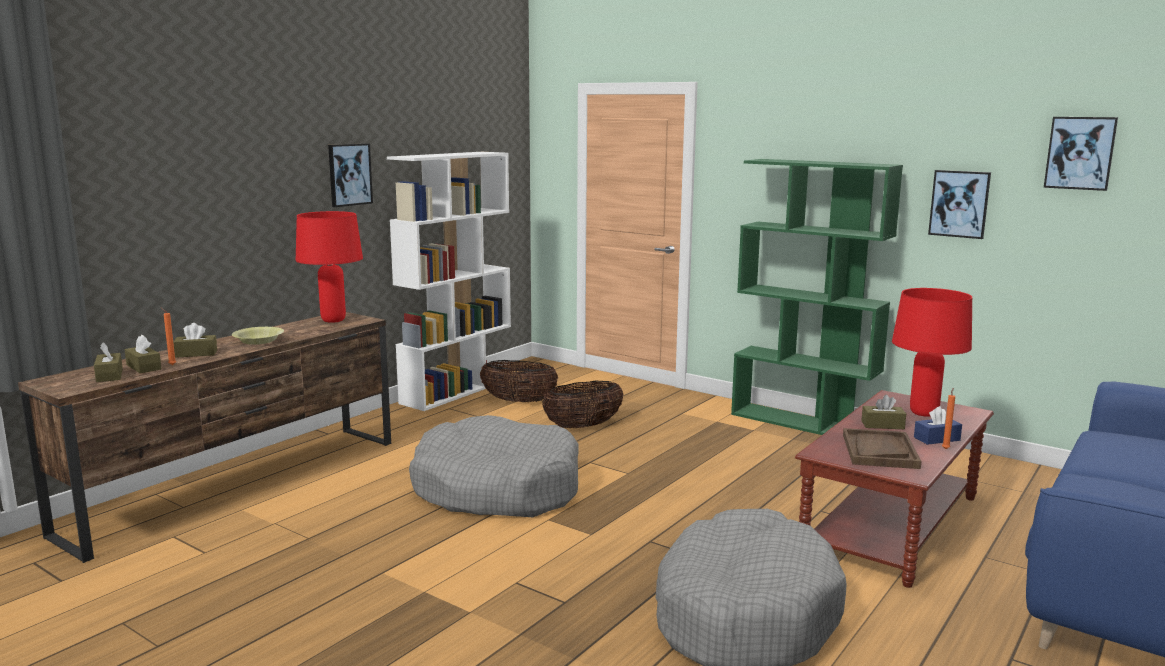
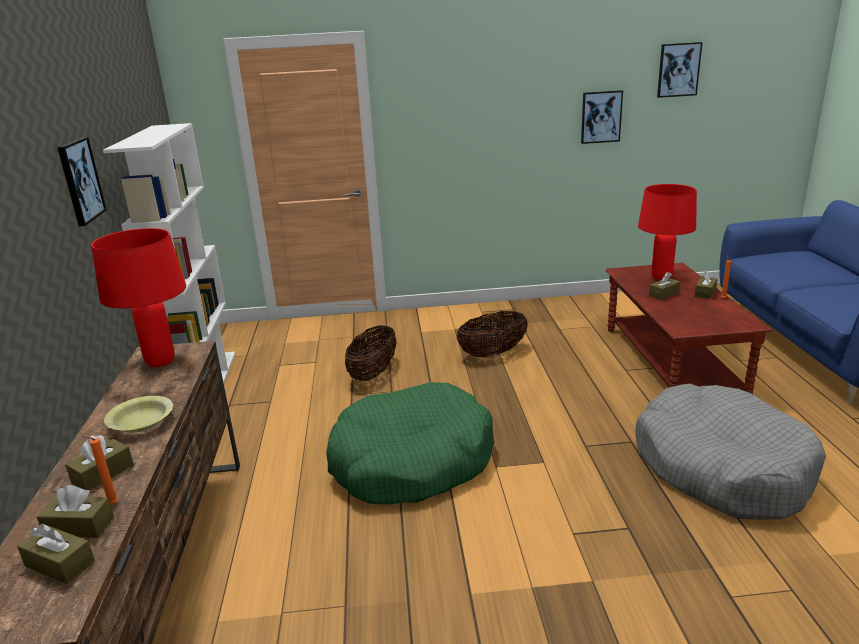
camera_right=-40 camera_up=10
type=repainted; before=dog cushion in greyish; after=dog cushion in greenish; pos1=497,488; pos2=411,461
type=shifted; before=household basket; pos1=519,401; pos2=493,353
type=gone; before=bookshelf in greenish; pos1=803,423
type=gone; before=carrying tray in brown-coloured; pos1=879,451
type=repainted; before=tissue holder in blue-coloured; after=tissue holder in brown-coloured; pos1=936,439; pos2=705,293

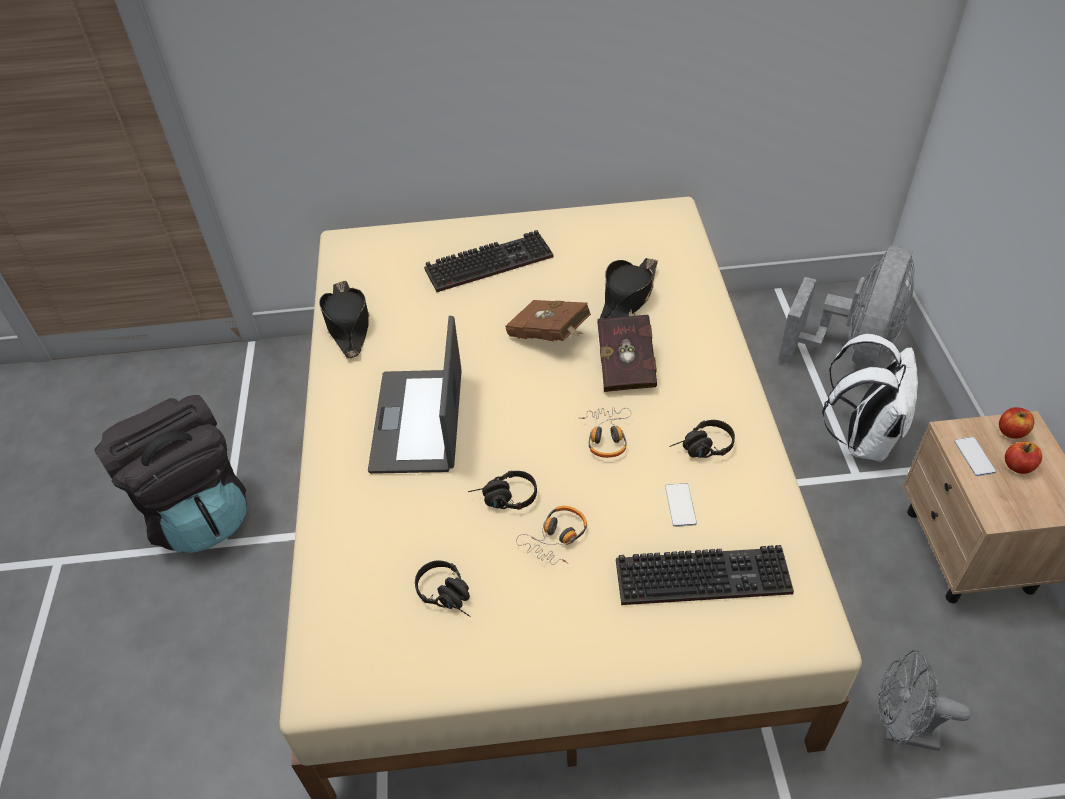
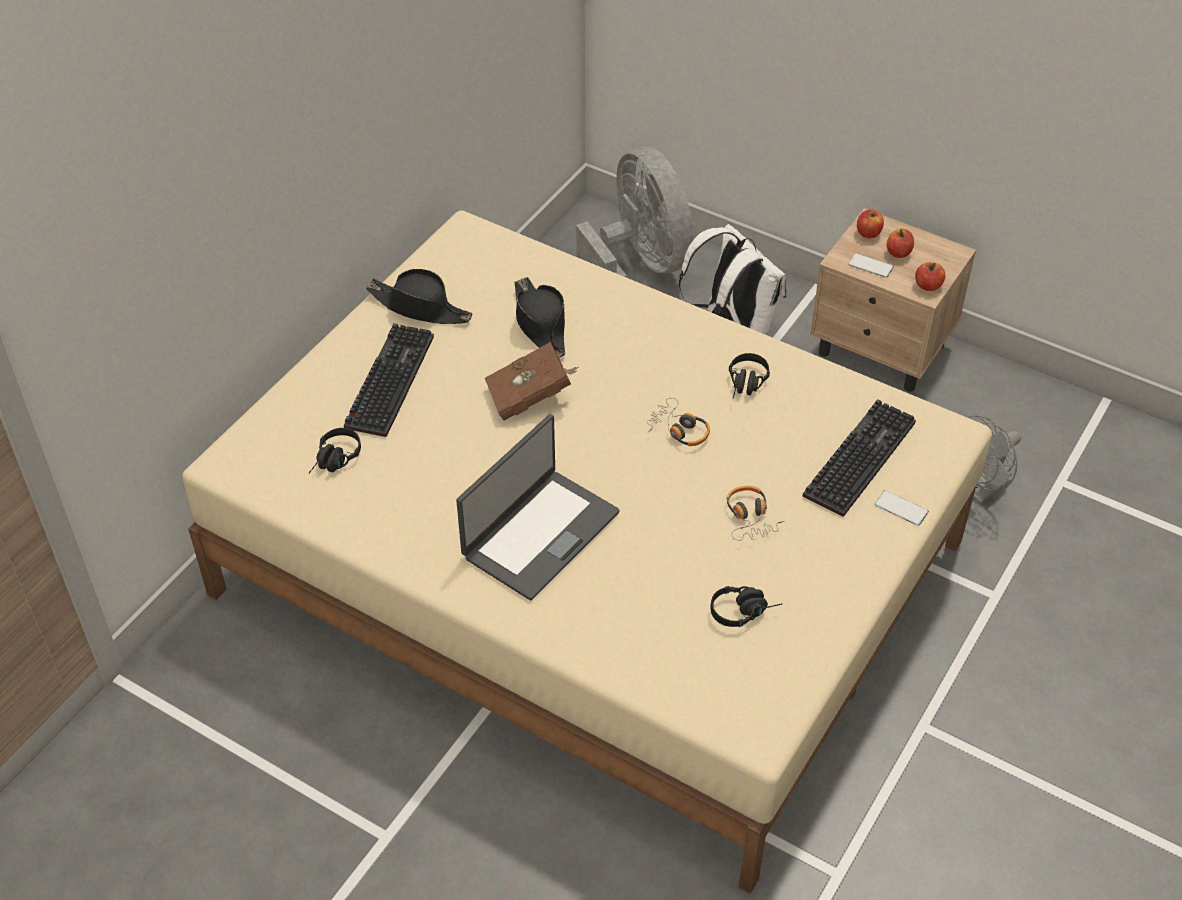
camera_right=-55 camera_up=0
type=gone; before=backpack in black; pos1=197,511
type=shifted; before=clothing hat in black; pos1=348,324; pos2=420,307
type=rotated; before=notebook computer; pos1=419,421; pos2=539,534; turn=-90
type=shifted; before=pair of headphones in black; pos1=504,499; pos2=335,461
type=gone; before=volume in red; pos1=626,365
type=shifted; before=telephone; pos1=680,505; pos2=901,508
type=new; after=apple; pos2=928,286

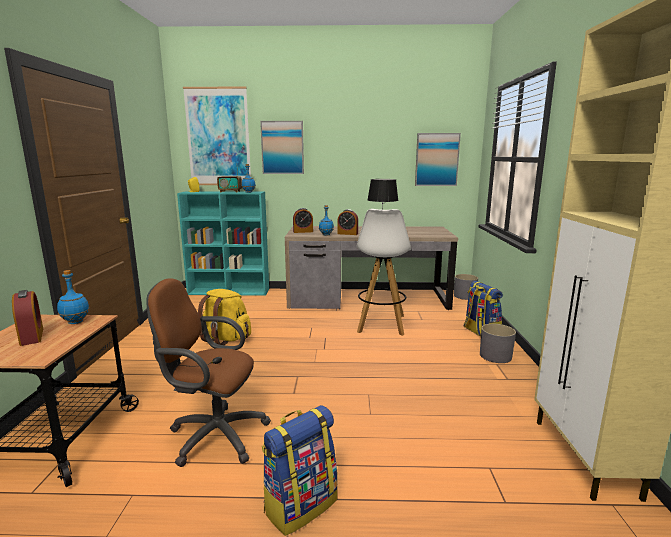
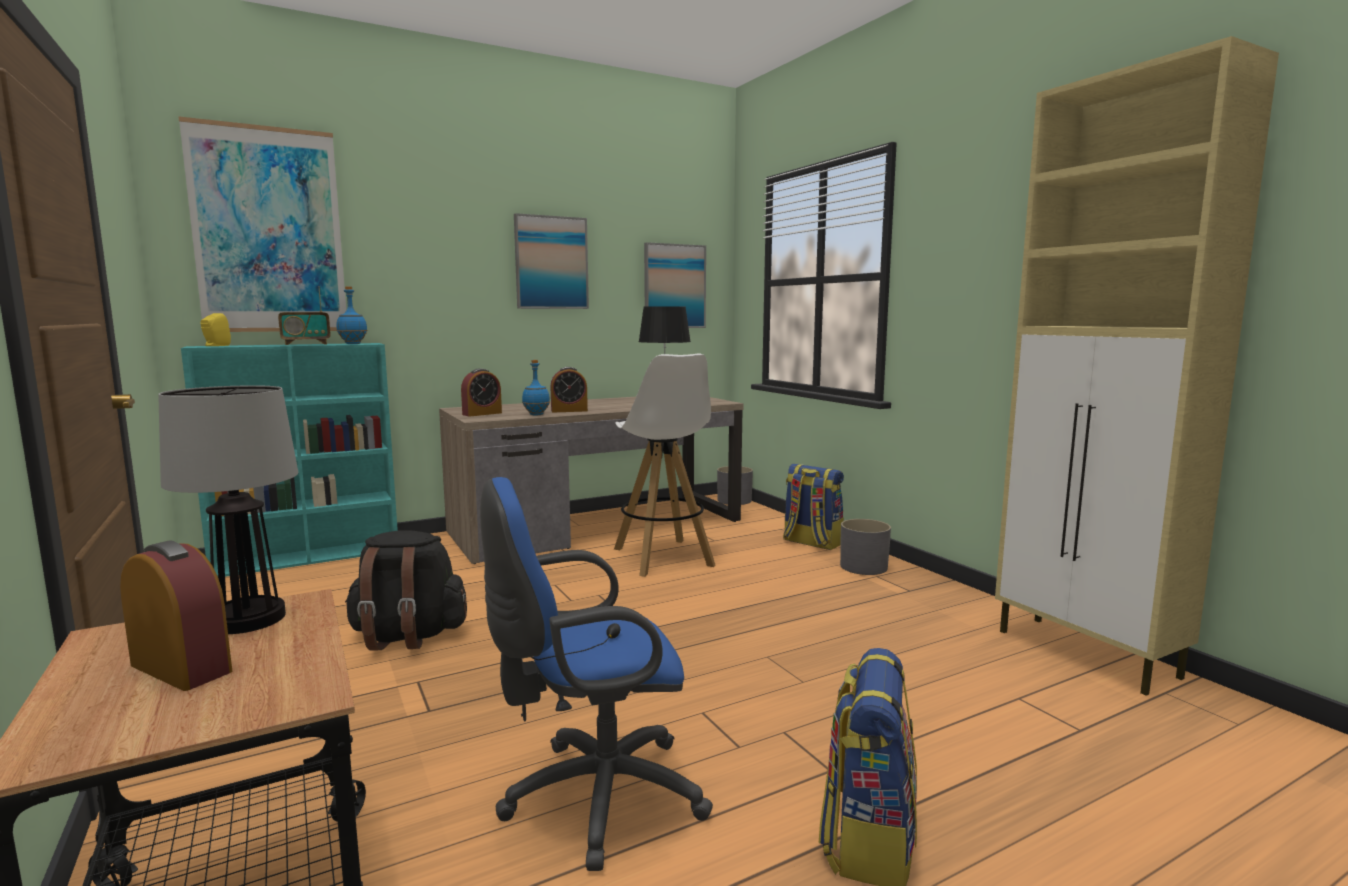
camera_right=-30 camera_up=-5
type=swapped; before=drink bottle in blue-coloured; after=table lamp; pos1=76,322; pos2=249,619
type=repainted; before=desk chair in brown-coloured; after=desk chair in blue-coloured; pos1=213,435; pos2=593,798
type=repainted; before=backpack in yellow-coloured; after=backpack in black; pos1=225,338; pos2=407,637
type=shifted; before=picture; pos1=282,147; pos2=551,263

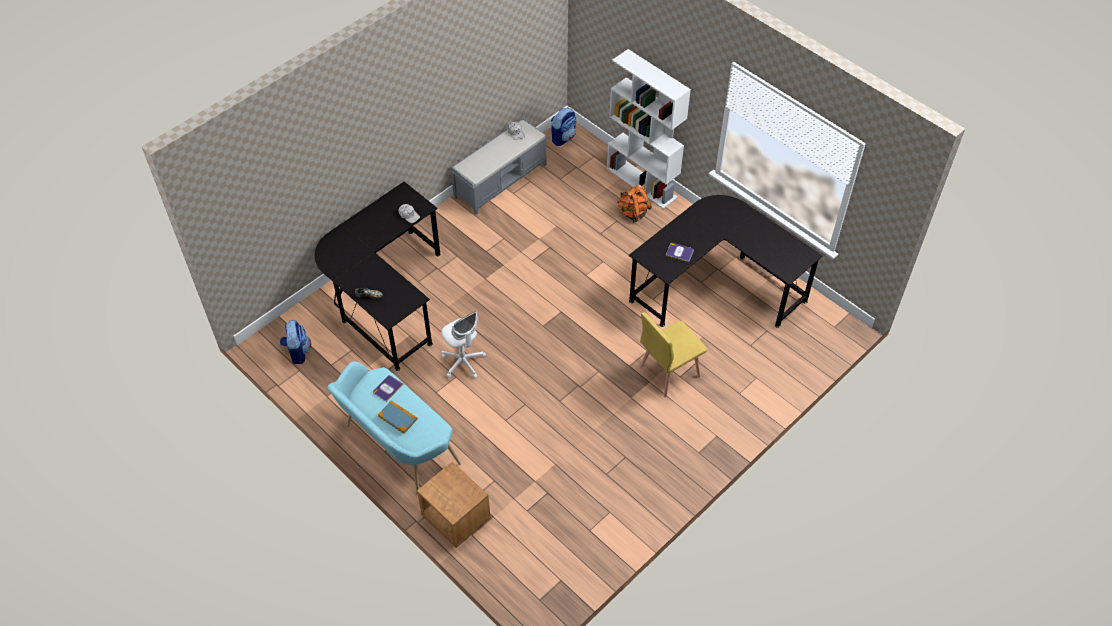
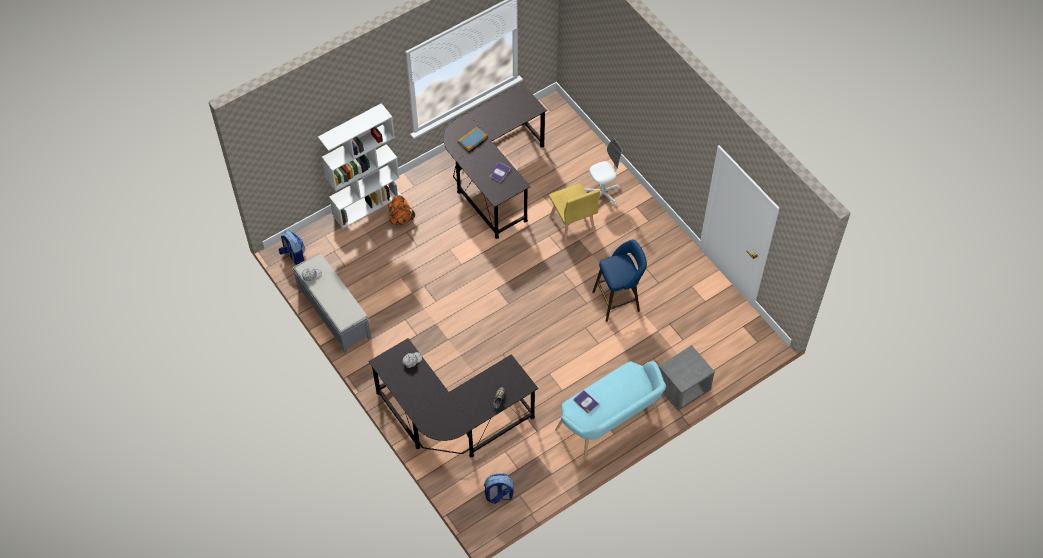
camera_right=-80 camera_up=5
type=shifted; before=volume; pos1=397,418; pos2=472,139
type=repainted; before=night table in brown-coloured; after=night table in greyish; pos1=455,517; pos2=682,388
type=shifted; before=desk chair in white; pos1=463,362; pos2=602,194
type=new; after=stool in blue-coloured; pos2=618,300

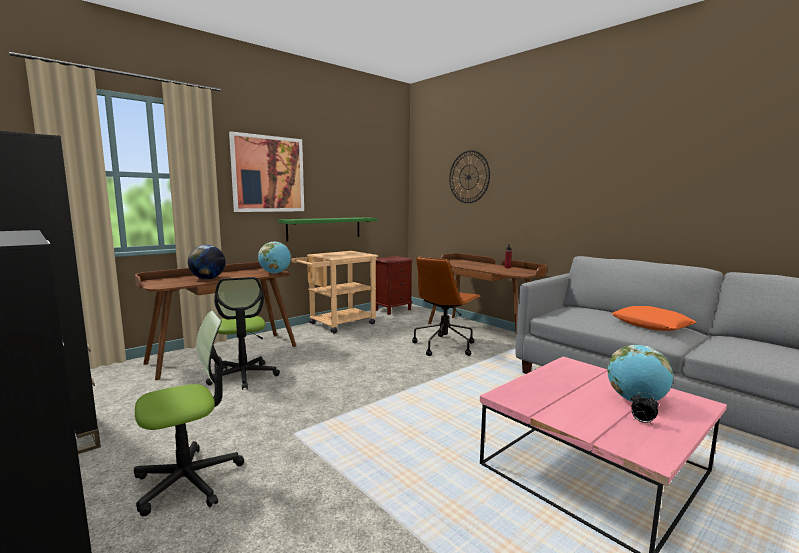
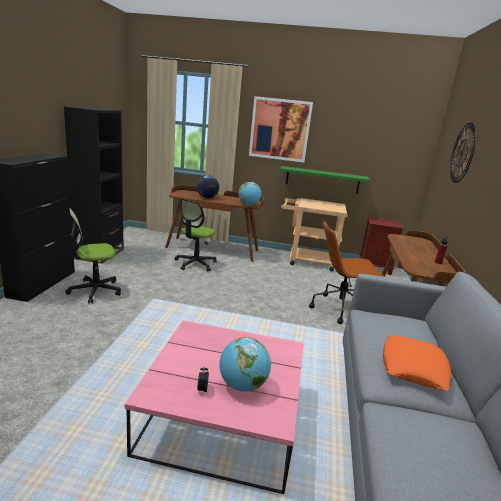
camera_right=50 camera_up=10
type=rotated; before=desk chair; pos1=188,480; pos2=95,290; turn=135

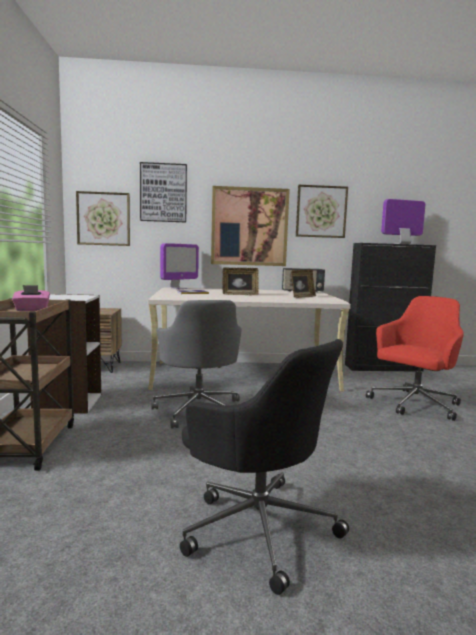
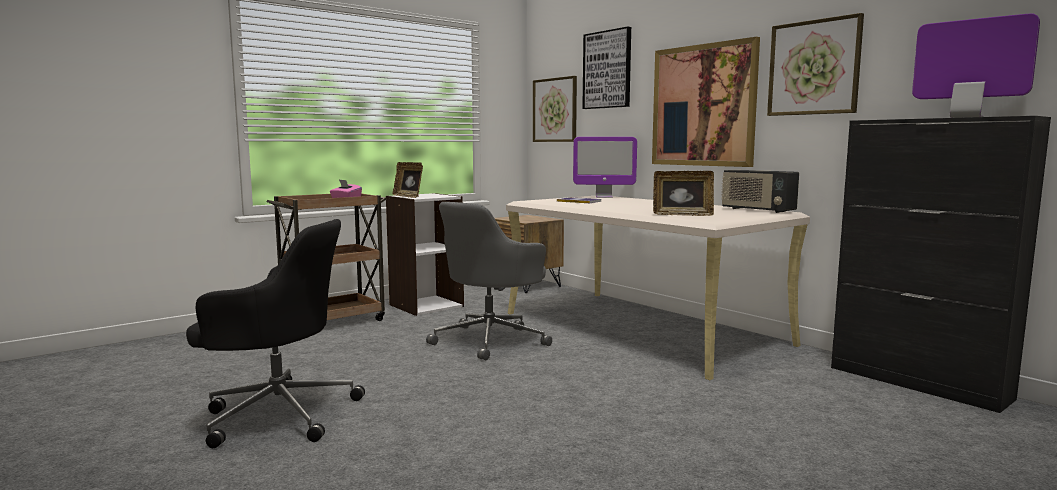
camera_right=55 camera_up=0
type=rotated; before=desk chair in black; pos1=258,526; pos2=278,413; turn=-90
type=shifted; before=picture frame; pos1=240,294; pos2=408,196
type=gone; before=desk chair in red; pos1=414,405

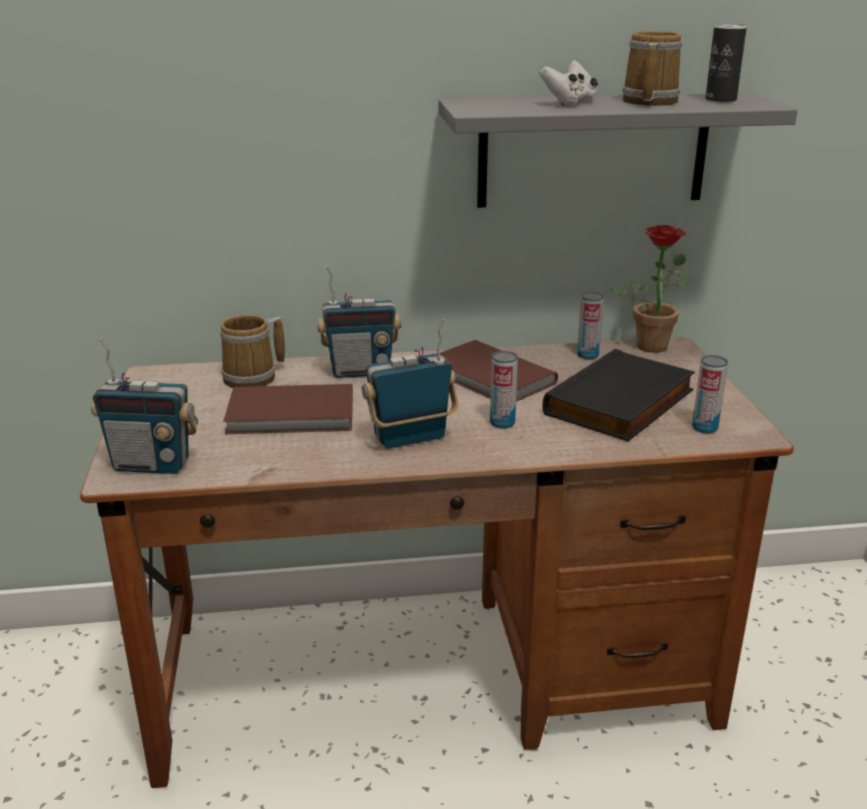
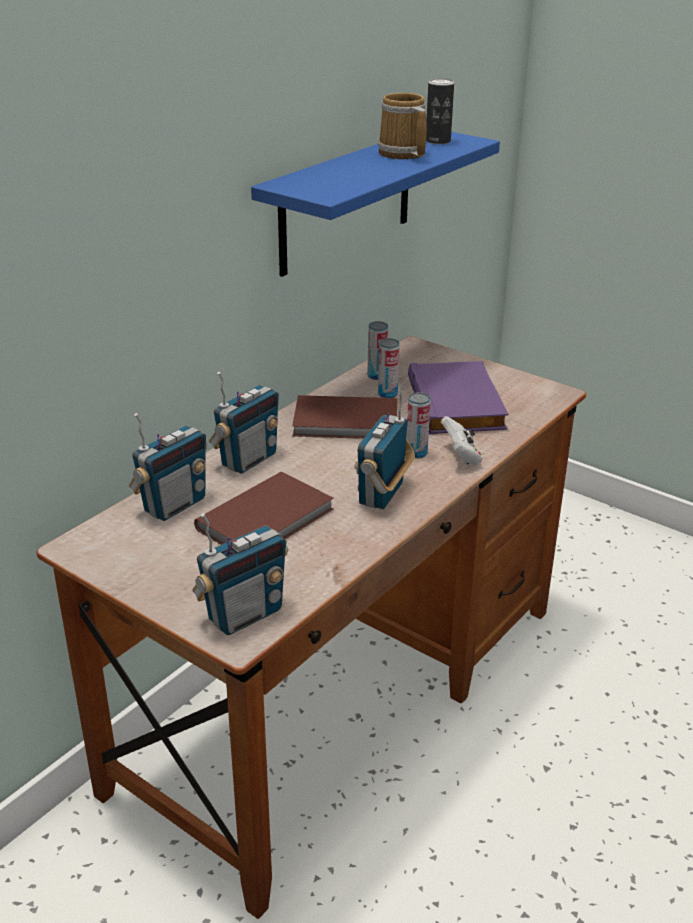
camera_right=-45 camera_up=5
type=swapped; before=tea mug; after=radio set; pos1=254,377; pos2=174,505
type=repainted; before=shelf in greyish; after=shelf in blue-coloured; pos1=593,150; pos2=346,201
type=shifted; before=game controller in white; pos1=569,102; pos2=461,456
type=repainted; before=volume in black; after=volume in purple-coloured; pos1=622,404; pos2=458,404
type=gone; before=potted plant; pos1=652,344
type=shifted; before=metal can; pos1=704,428; pos2=387,394

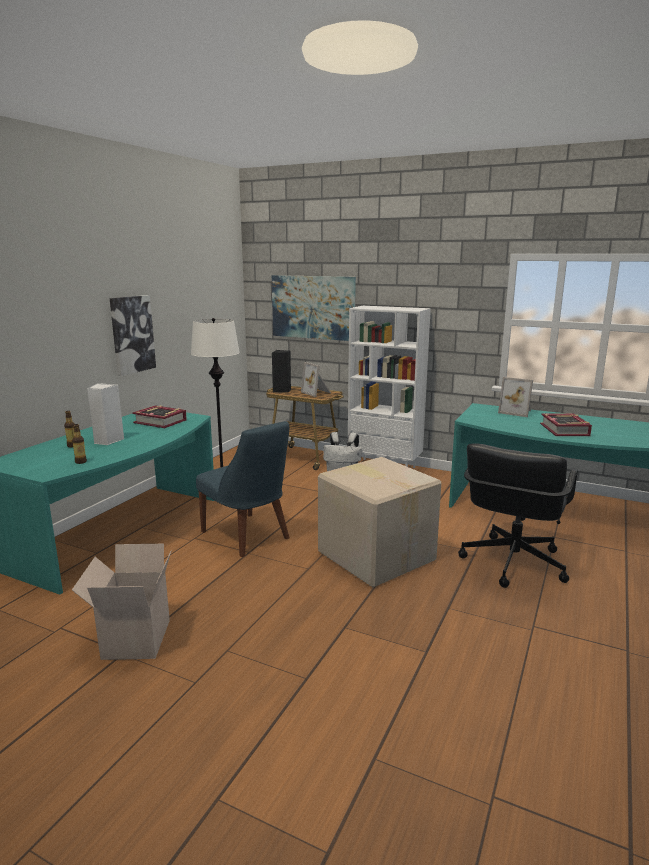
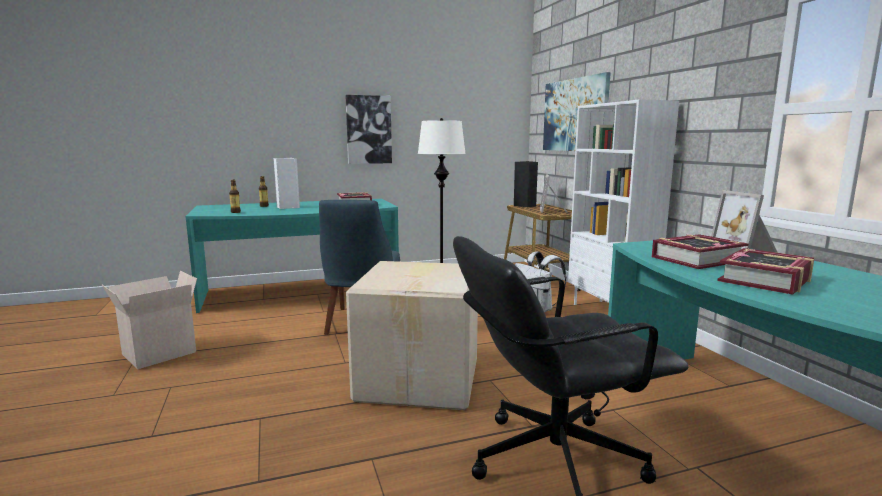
camera_right=45 camera_up=-5
type=new; after=volume; pos2=696,259

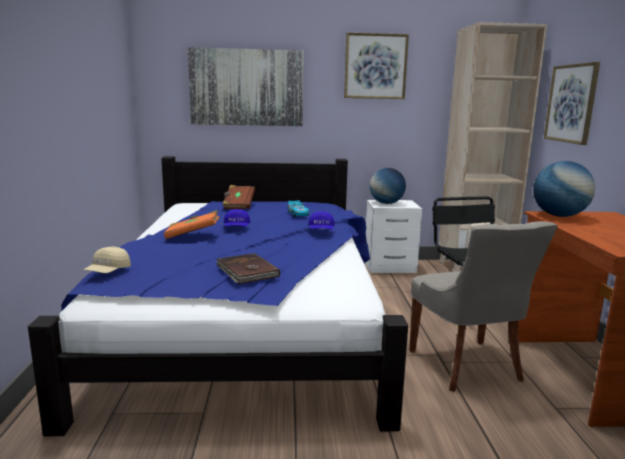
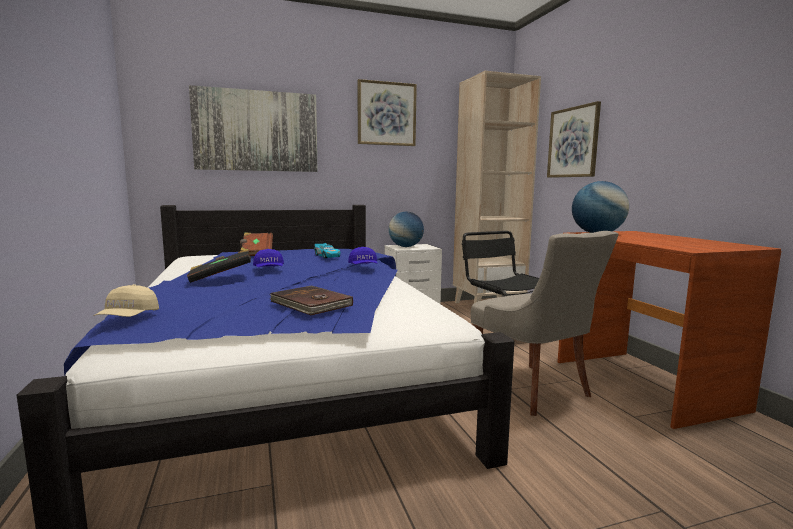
camera_right=-15 camera_up=-5
type=repainted; before=volume in orange; after=volume in black; pos1=192,235; pos2=221,278

